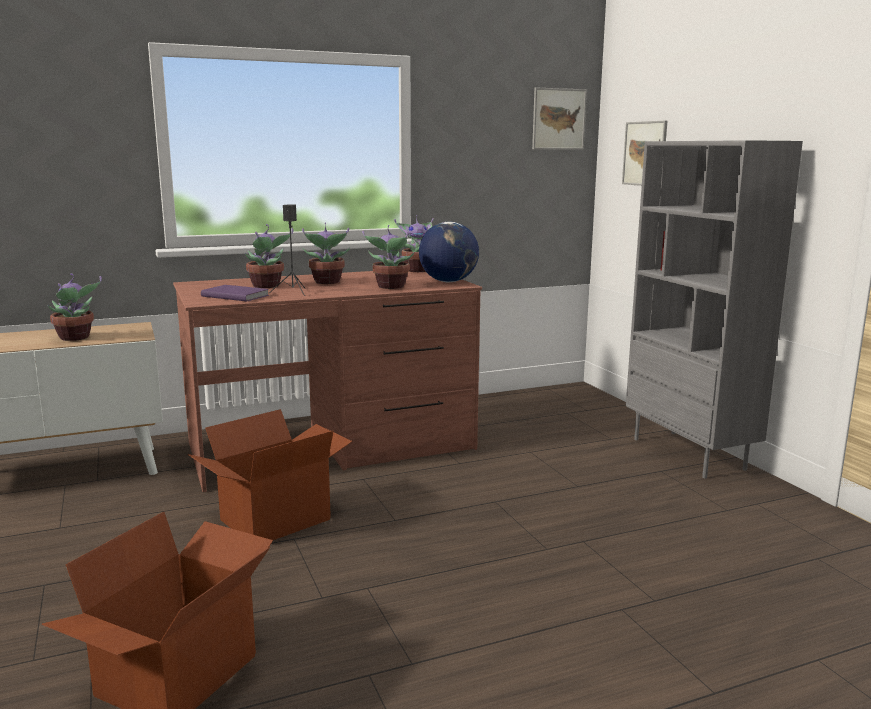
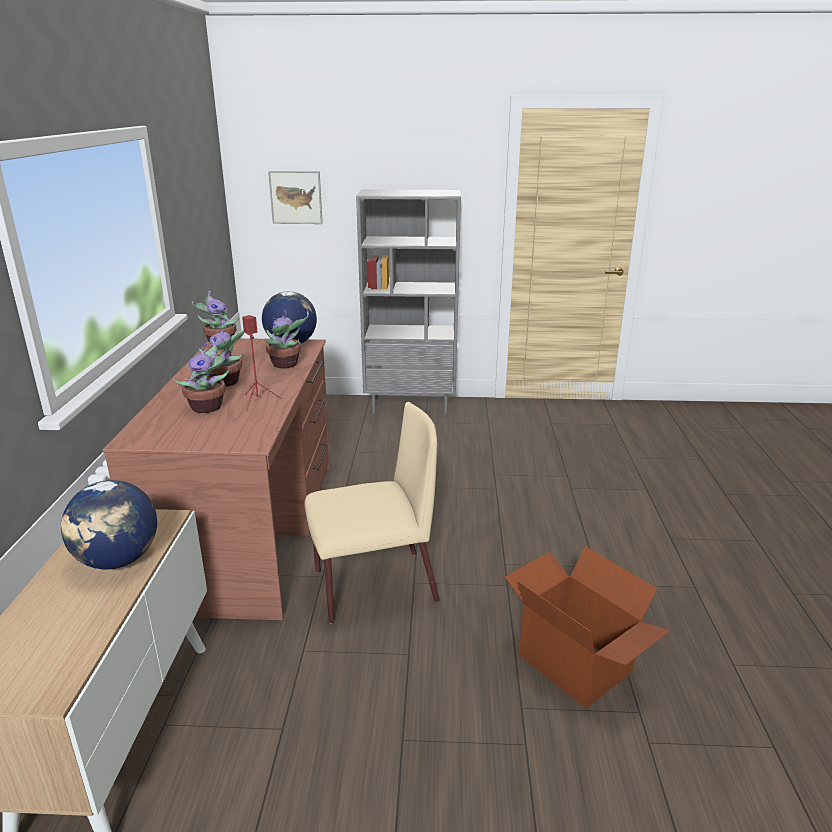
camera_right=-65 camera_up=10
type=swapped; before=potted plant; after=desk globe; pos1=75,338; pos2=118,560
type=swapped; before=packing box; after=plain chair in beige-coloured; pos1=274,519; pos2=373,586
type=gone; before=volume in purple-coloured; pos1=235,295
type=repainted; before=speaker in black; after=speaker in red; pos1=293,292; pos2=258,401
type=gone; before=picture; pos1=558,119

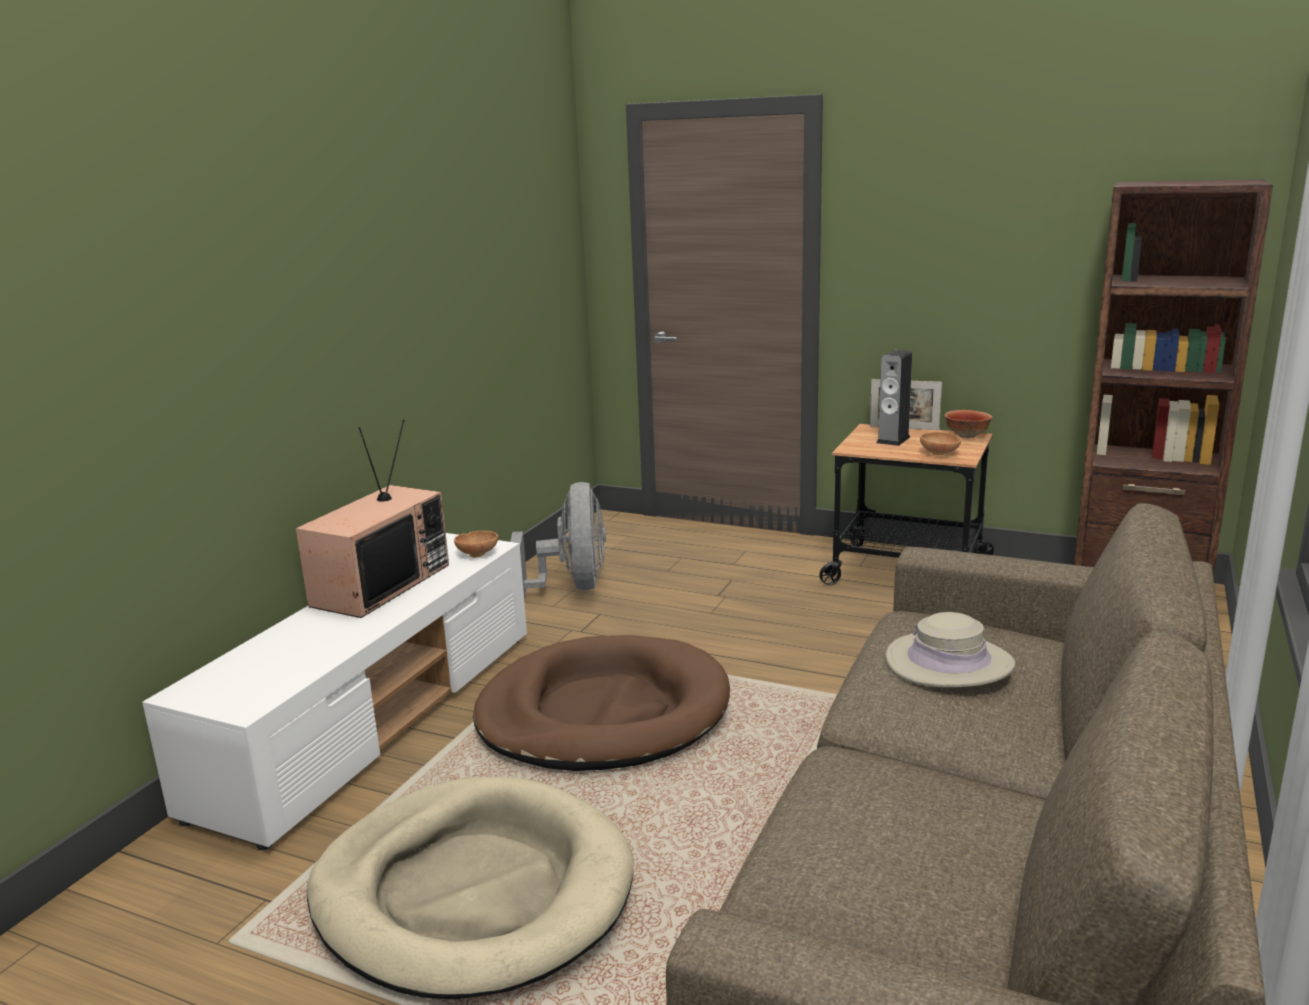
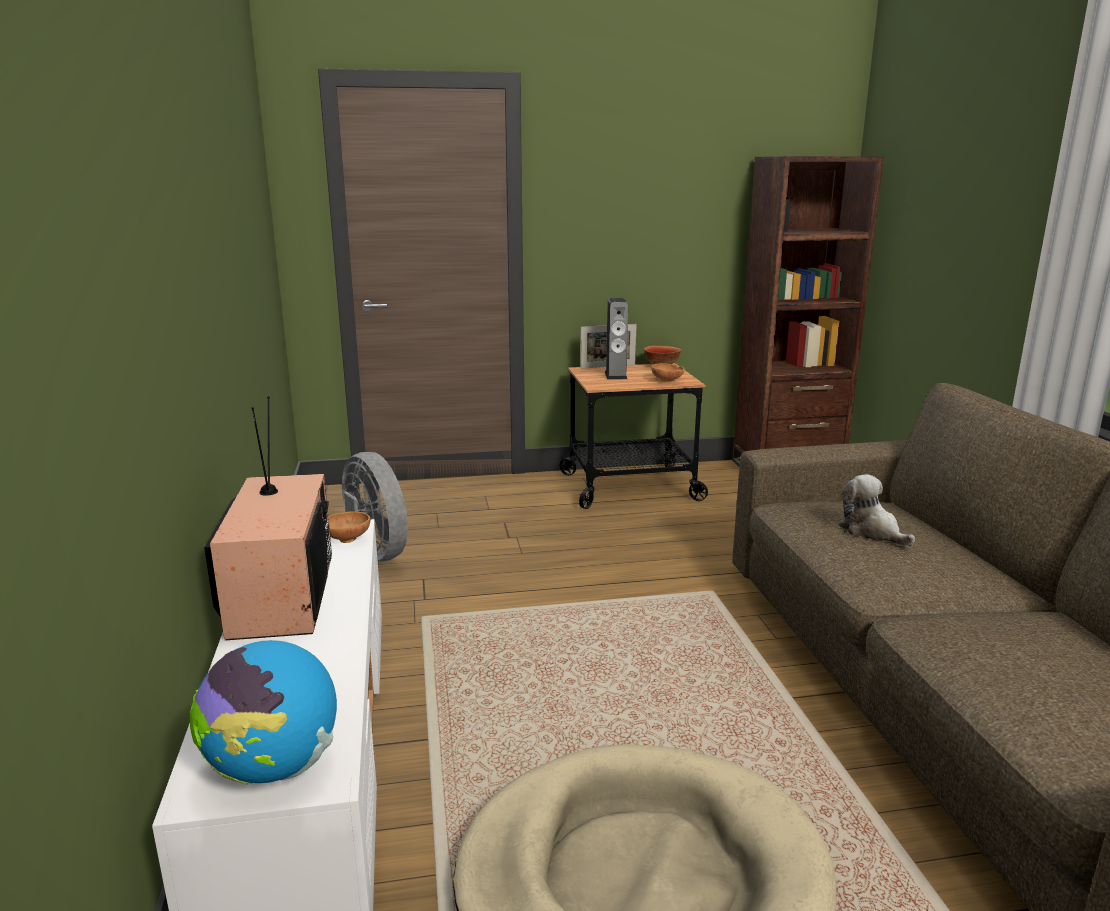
camera_right=-35 camera_up=0
type=gone; before=dog cushion in brown-coloured; pos1=603,713
type=swapped; before=clothing hat in beige-coloured; after=plush toy; pos1=949,663; pos2=871,531
type=new; after=desk globe; pos2=273,768

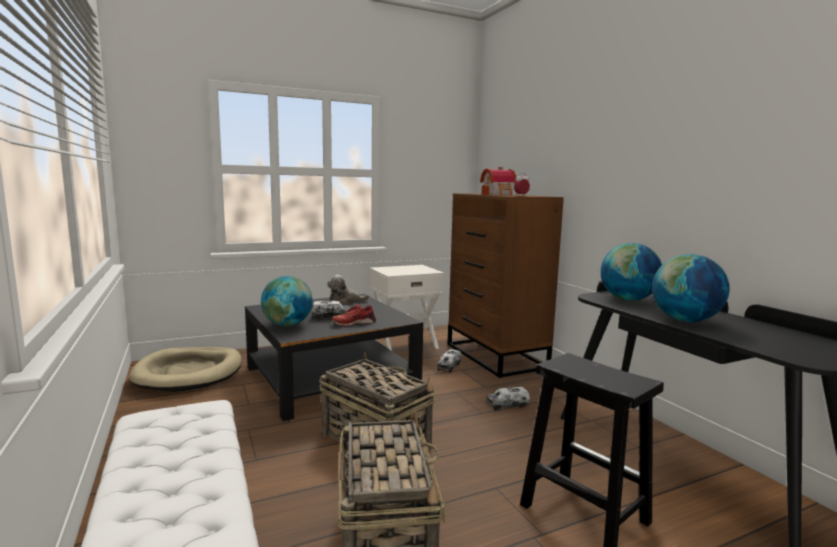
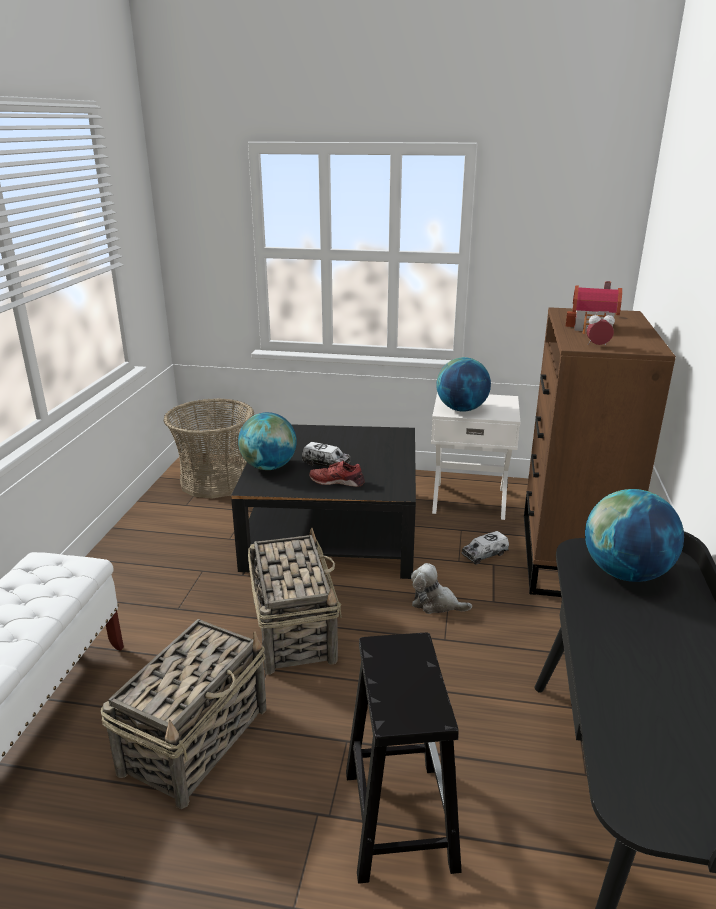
camera_right=35 camera_up=15
type=swapped; before=dog cushion in beige-coloured; after=household basket; pos1=189,373; pos2=216,481
type=shifted; before=plush toy; pos1=345,301; pos2=436,603
type=gone; before=toy lorry; pos1=507,405
type=shifted; before=desk globe; pos1=685,320; pos2=461,409

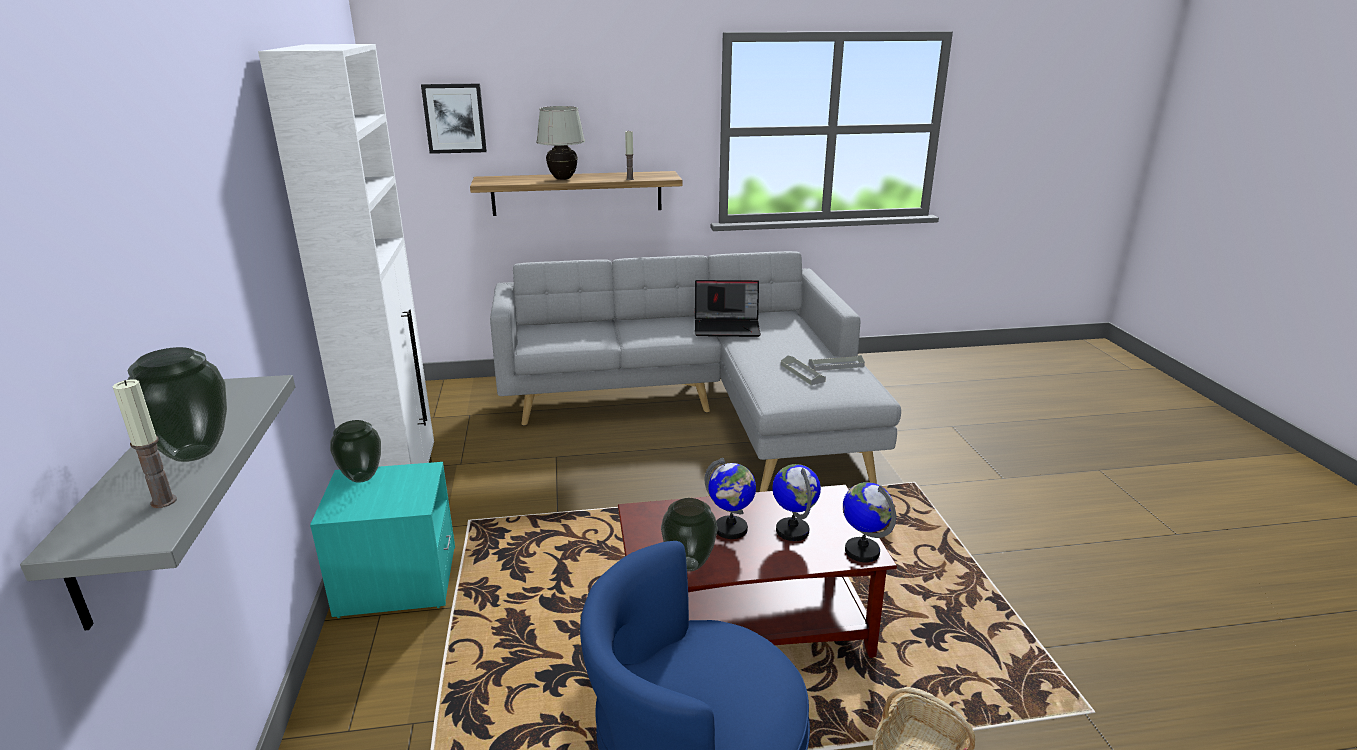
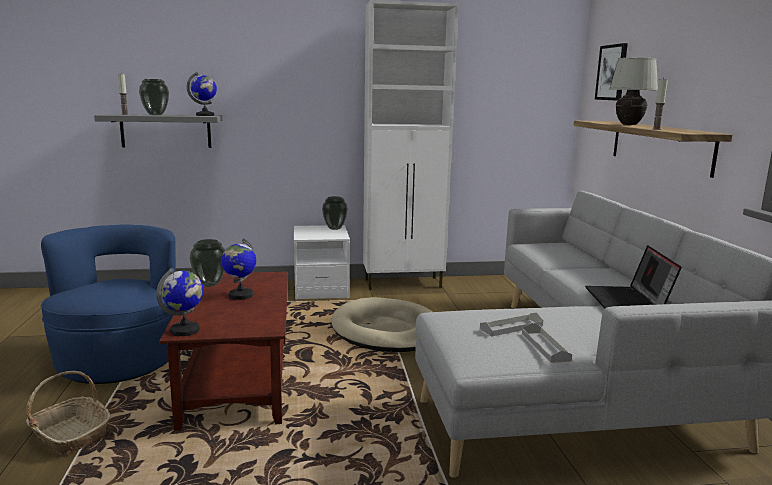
camera_right=90 camera_up=-10
type=repainted; before=night table in turquoise; after=night table in white; pos1=397,581; pos2=321,289
type=shifted; before=desk globe; pos1=792,530; pos2=205,115
type=new; after=dog cushion in beige-coloured; pos2=387,330

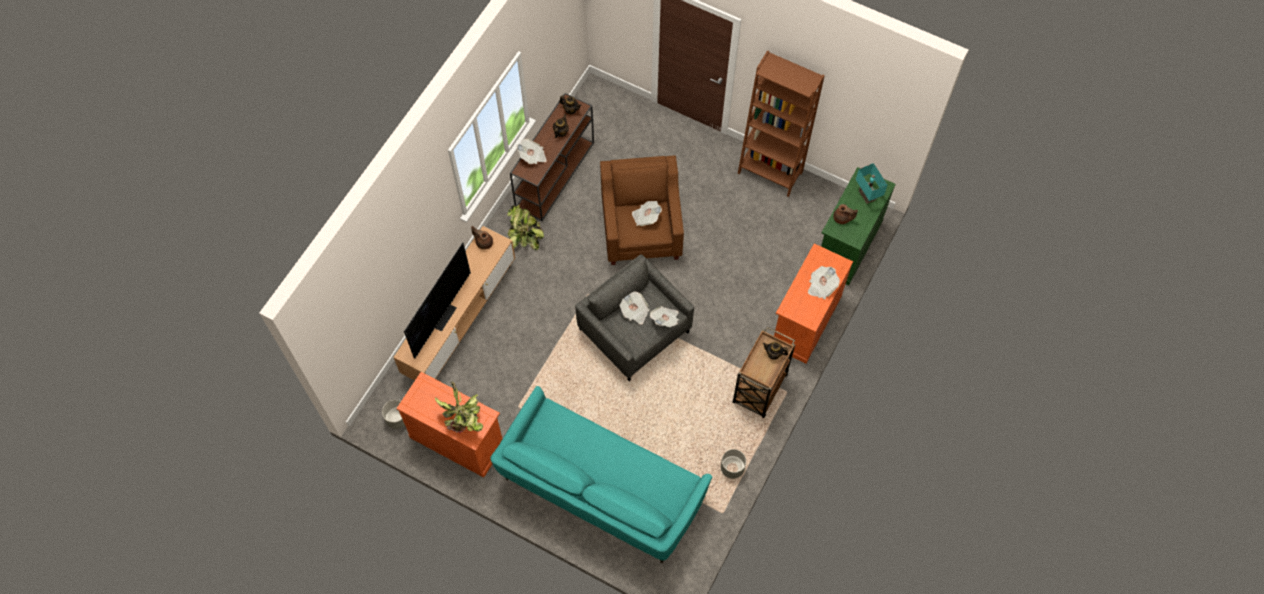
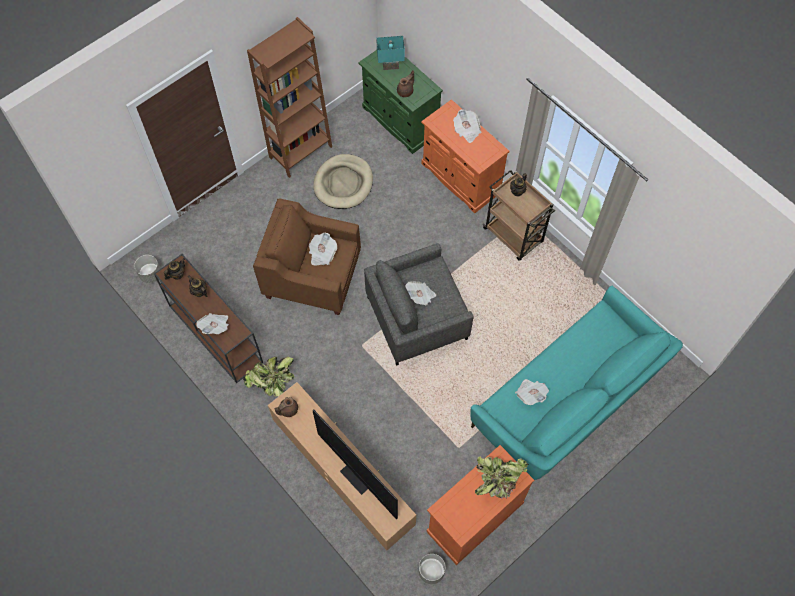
camera_right=-70 camera_up=0
type=shifted; before=daily paper; pos1=665,319; pos2=530,394
type=shifted; before=plant pot in greyish; pos1=732,468; pos2=150,274
type=new; after=dog cushion in beige-coloured; pos2=343,183

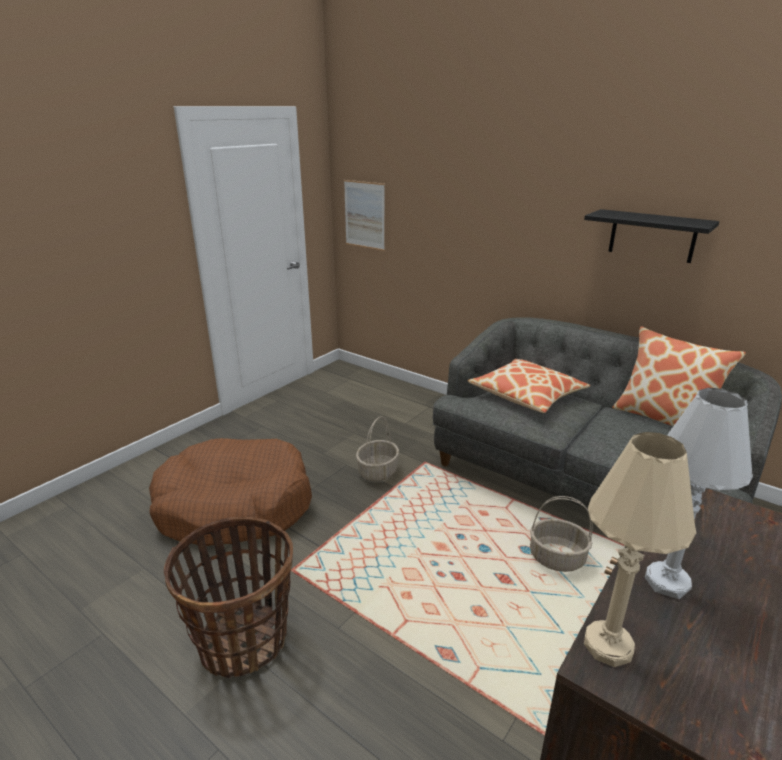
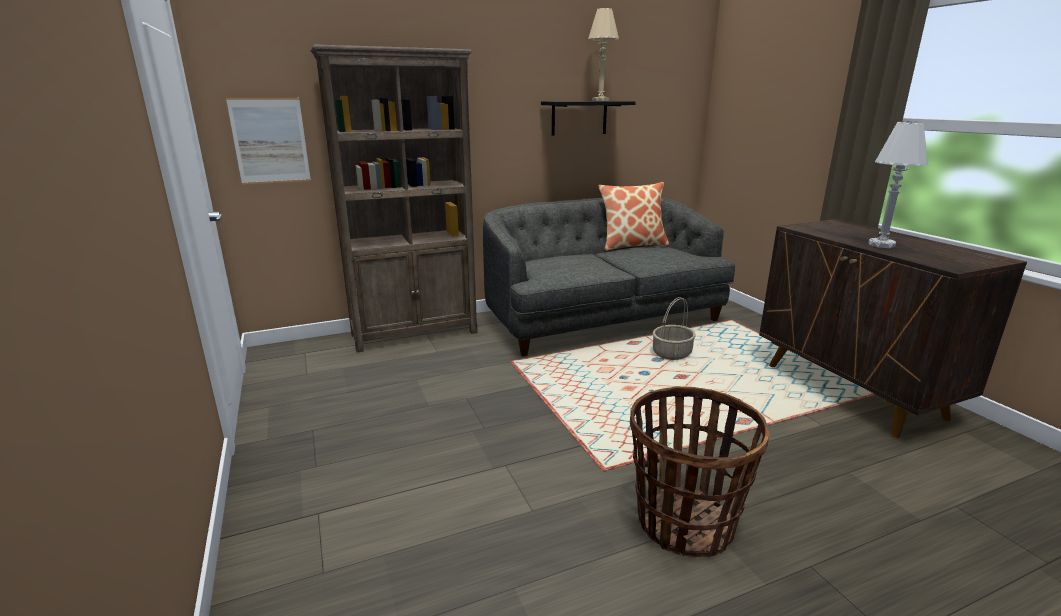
camera_right=-60 camera_up=-5
type=gone; before=dog cushion in brown-coloured; pos1=235,506
type=gone; before=household basket; pos1=378,472
type=gone; before=cushion; pos1=527,395
type=shifted; before=table lamp in beige-coloured; pos1=608,645; pos2=600,100
type=new; after=bookshelf in brown-coloured; pos2=415,333

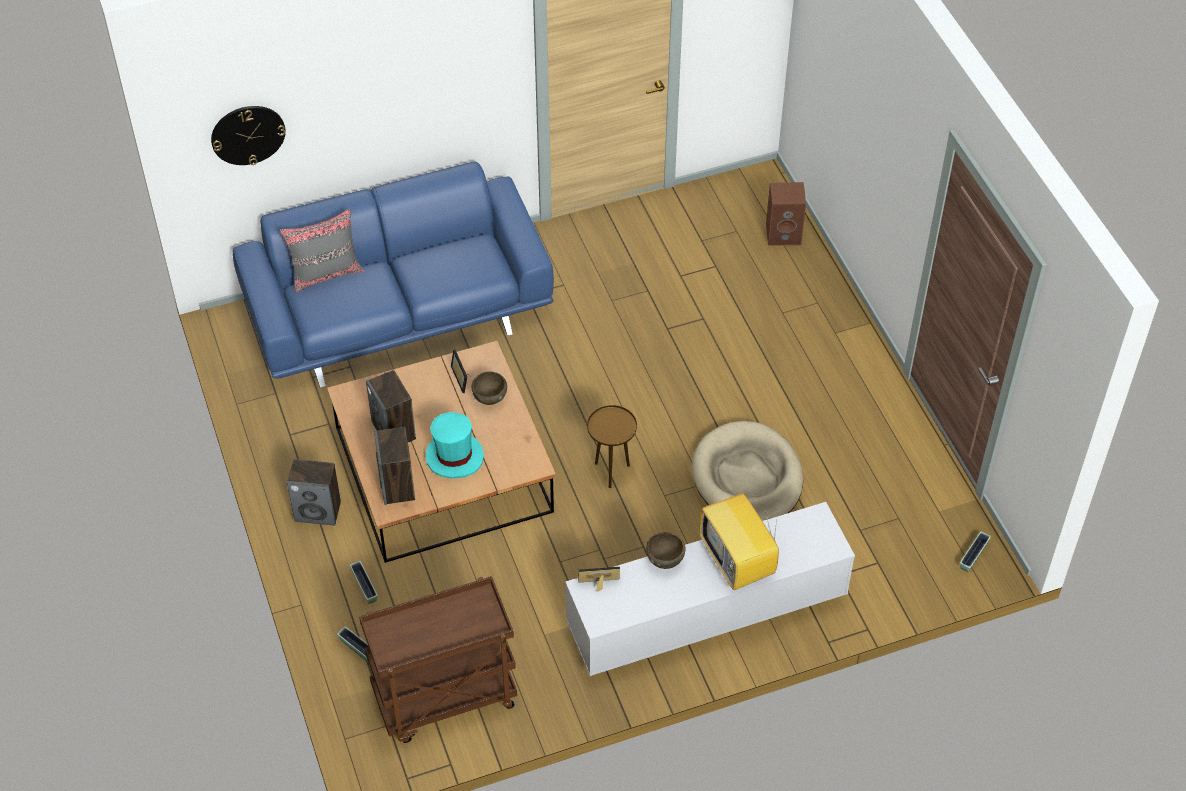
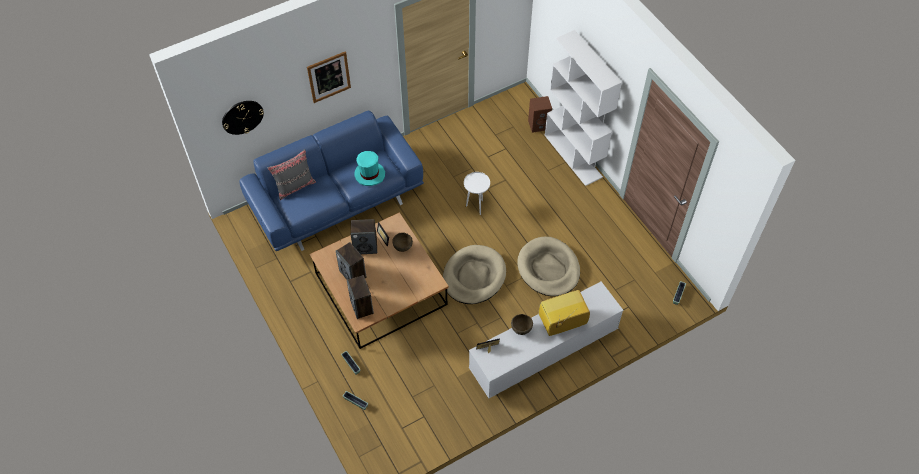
camera_right=-10 camera_up=5
type=shifted; before=speaker; pos1=318,511; pos2=365,247
type=gone; before=trolley in brown-coloured; pos1=444,700
type=shifted; before=clothing hat in turquoise; pos1=454,456; pos2=369,174
type=swapped; before=accent table in brown-coloured; after=dog cushion in beige-coloured; pos1=611,472; pos2=474,276
type=rotated; before=TV; pos1=738,562; pos2=561,324; turn=105
type=new; after=picture; pos2=329,77
type=new; after=accent table in white; pos2=476,207
type=new; after=bookshelf in white; pos2=573,156

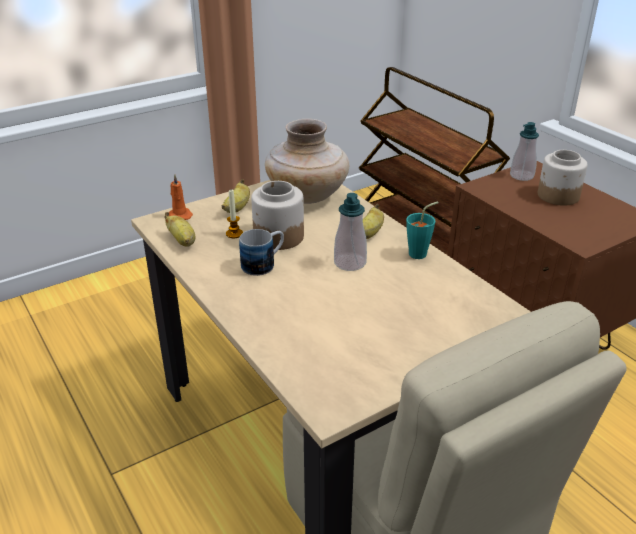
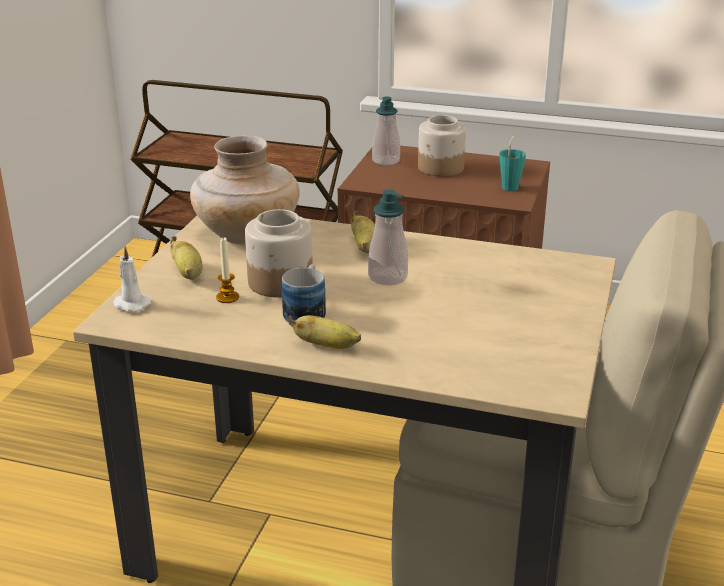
camera_right=-40 camera_up=-5
type=shifted; before=banana; pos1=182,241; pos2=327,346
type=repainted; before=wax candle in orange; after=wax candle in white; pos1=179,215; pos2=130,304
type=shifted; before=small cup in turquoise; pos1=421,253; pos2=511,186

